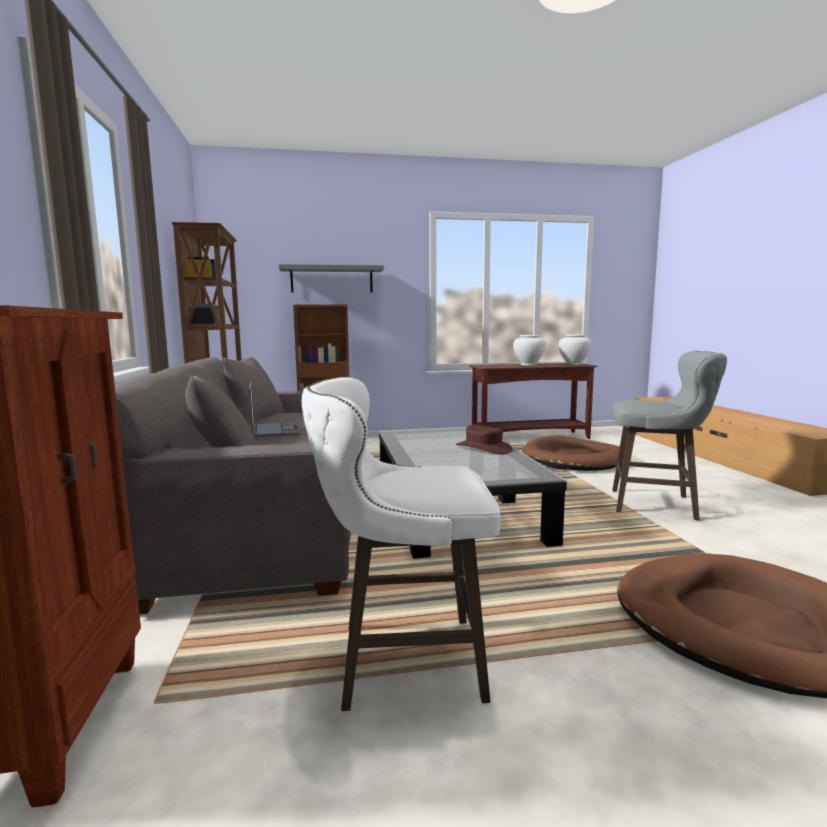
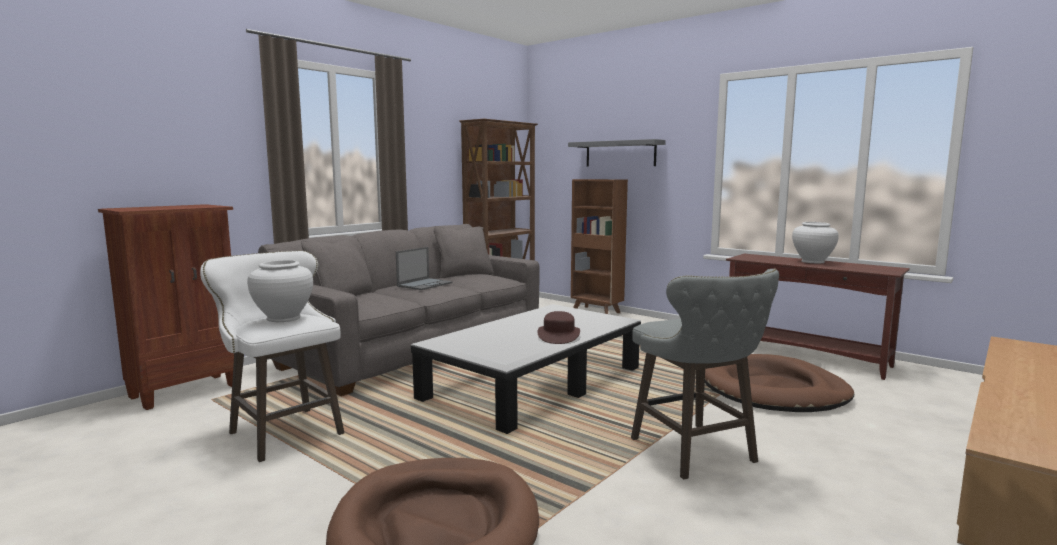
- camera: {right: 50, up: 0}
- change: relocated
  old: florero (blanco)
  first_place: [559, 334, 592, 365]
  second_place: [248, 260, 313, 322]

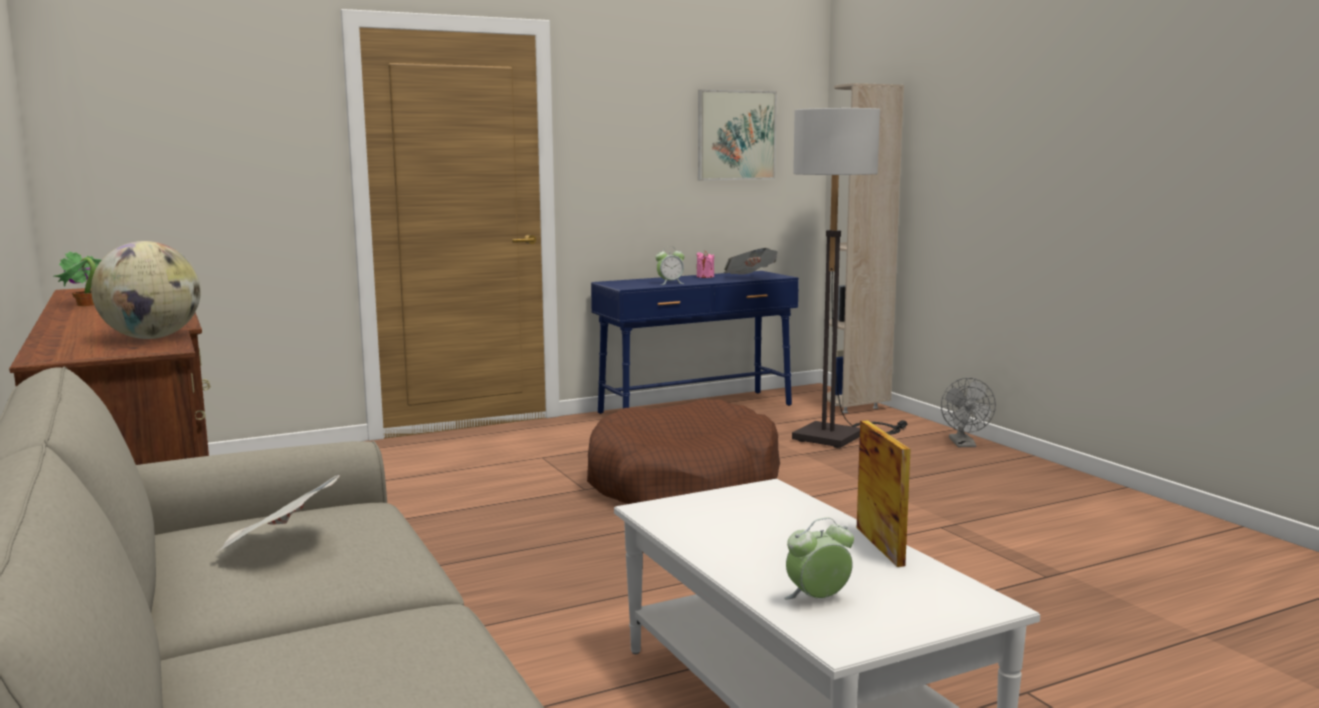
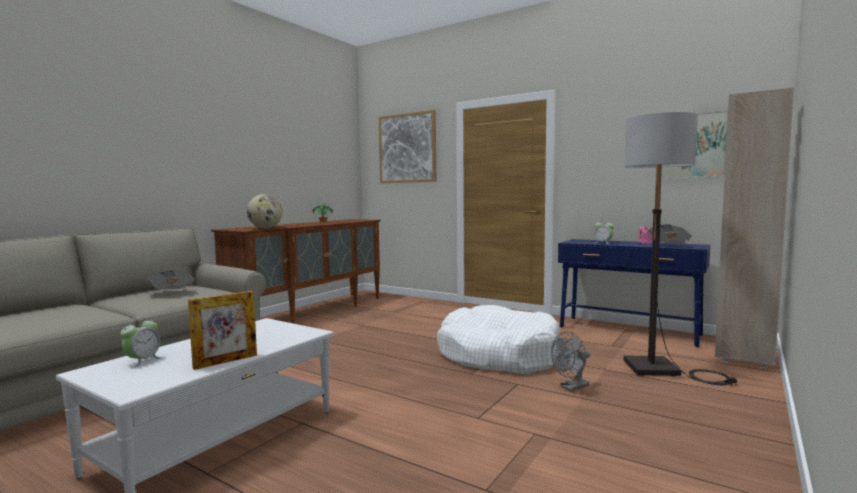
- camera: {right: 60, up: -5}
- change: appeared
  new: cuadro
  second_place: [379, 110, 436, 183]
- change: relocated
  old: ventilador (gris)
  first_place: [941, 378, 996, 447]
  second_place: [551, 332, 590, 391]
- change: colour
  old: cama para perro (marrón)
  new: cama para perro (blanco)
  first_place: [587, 399, 780, 504]
  second_place: [437, 305, 560, 374]
- change: spun
  old: despertador
  first_place: [784, 518, 854, 599]
  second_place: [120, 317, 162, 367]
  degrees: 75

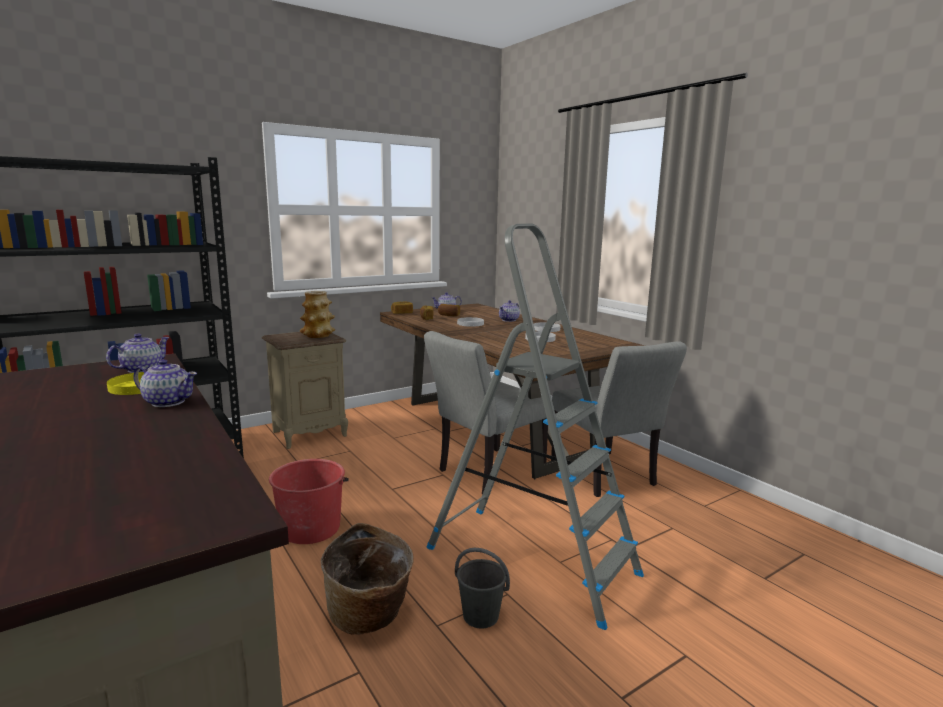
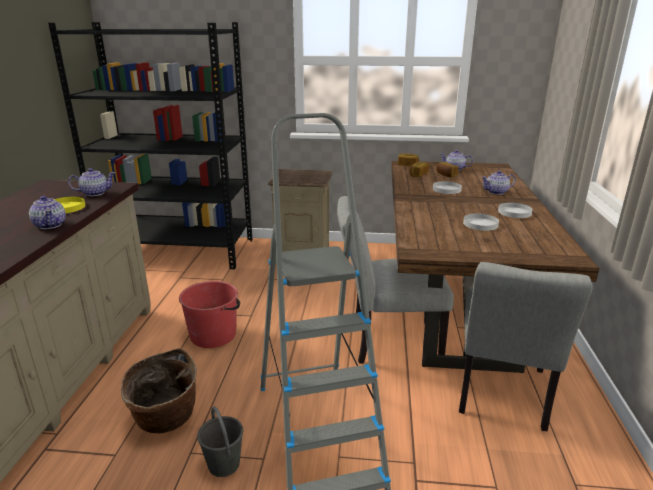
- camera: {right: 40, up: 10}
- change: missing
  old: florero
  first_place: [300, 291, 335, 338]

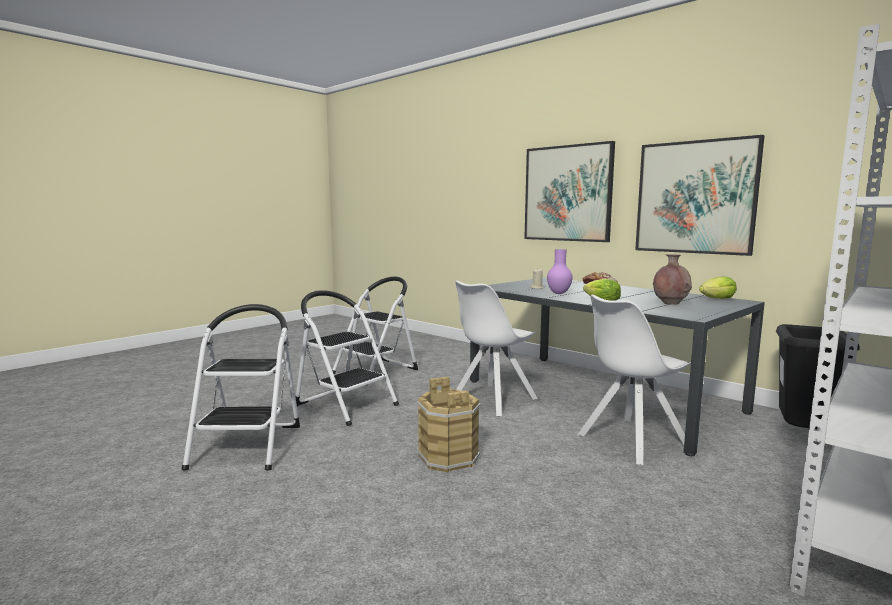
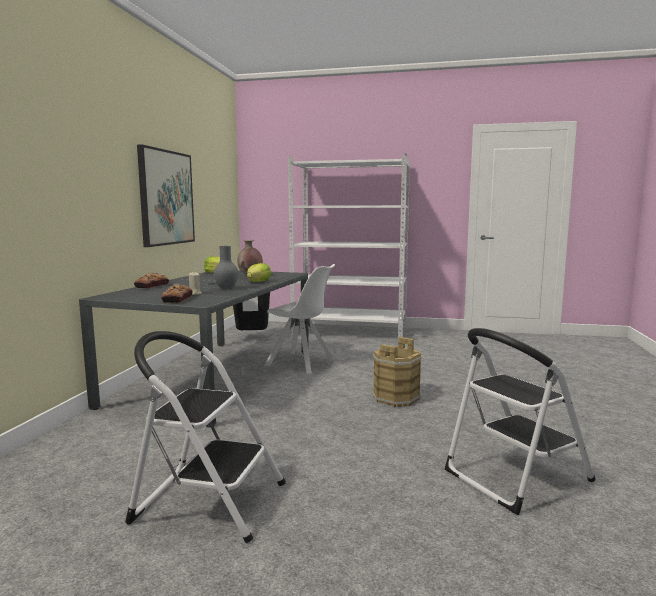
- camera: {right: -120, up: 0}
- change: missing
  old: escalera de tijera
  first_place: [295, 290, 399, 426]
- change: missing
  old: silla (blanco)
  first_place: [455, 280, 538, 416]
- change: missing
  old: cuadro
  first_place: [524, 141, 615, 242]
- change: appeared
  new: pan
  second_place: [161, 283, 193, 303]
- change: colour
  old: florero (morado)
  new: florero (gris)
  first_place: [547, 249, 573, 294]
  second_place: [214, 246, 238, 290]

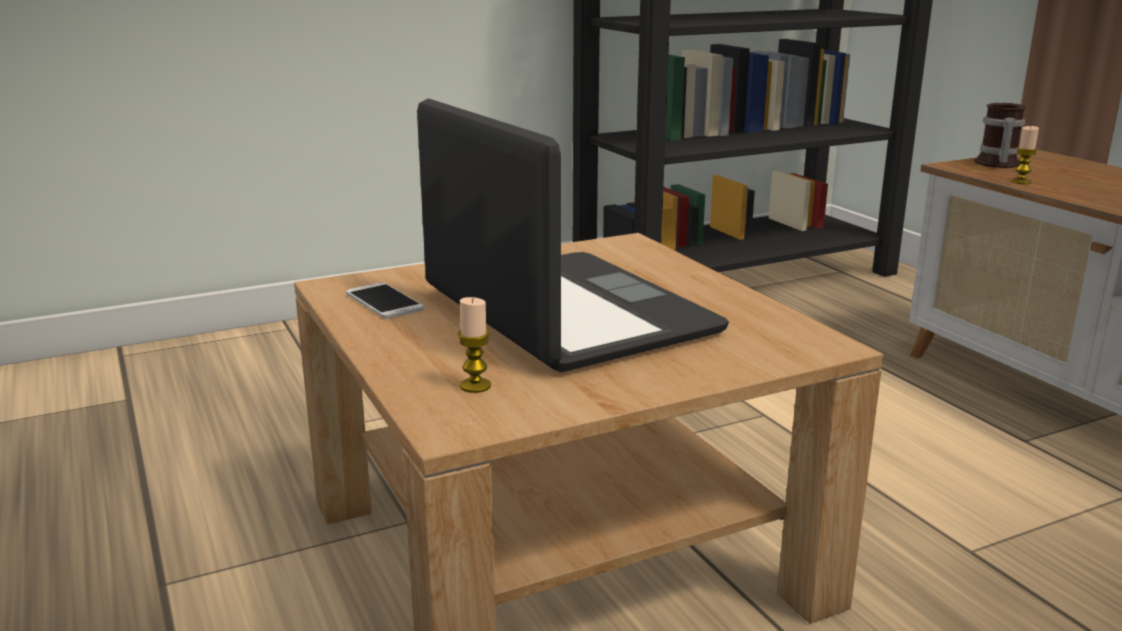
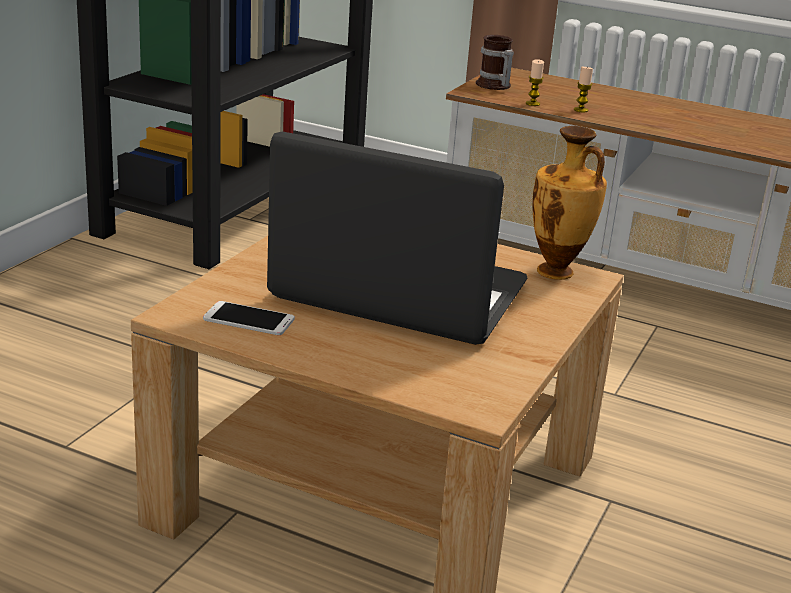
- camera: {right: -40, up: 5}
- change: appeared
  new: florero
  second_place: [532, 126, 607, 280]
- change: relocated
  old: vela
  first_place: [458, 297, 491, 393]
  second_place: [574, 66, 593, 113]

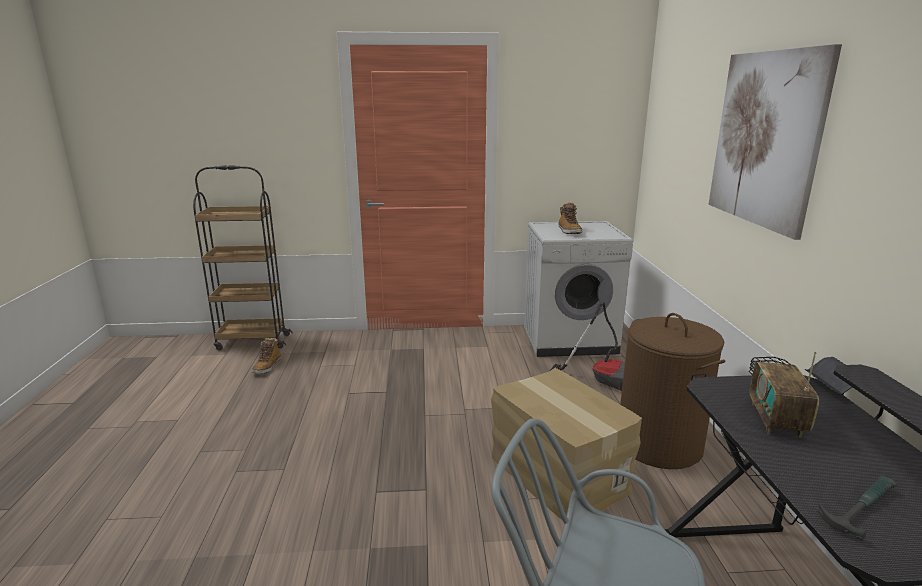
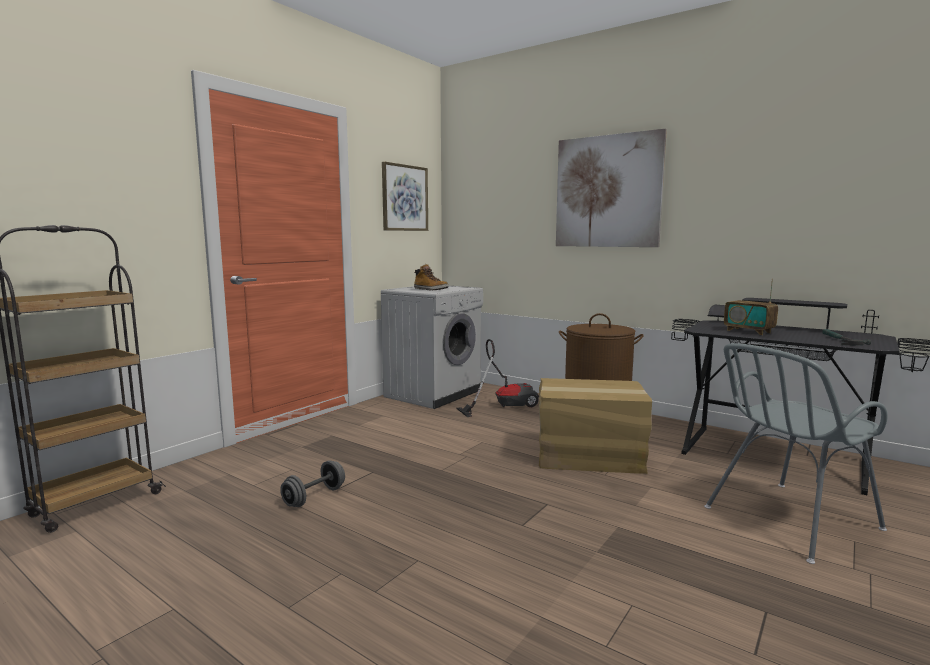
- camera: {right: -50, up: -10}
- change: missing
  old: bota
  first_place: [252, 338, 281, 374]
- change: appeared
  new: mancuerna (gris)
  second_place: [280, 460, 345, 507]
- change: appeared
  new: cuadro
  second_place: [382, 162, 428, 231]

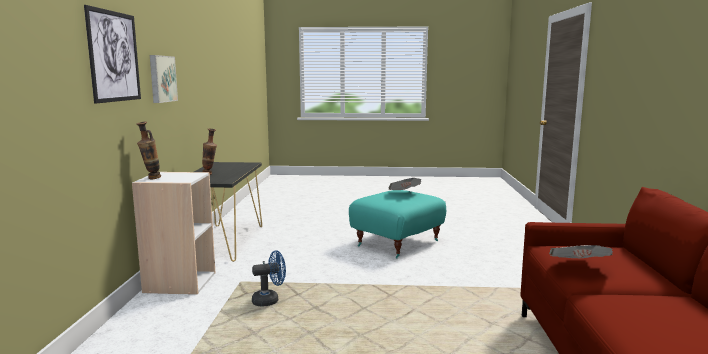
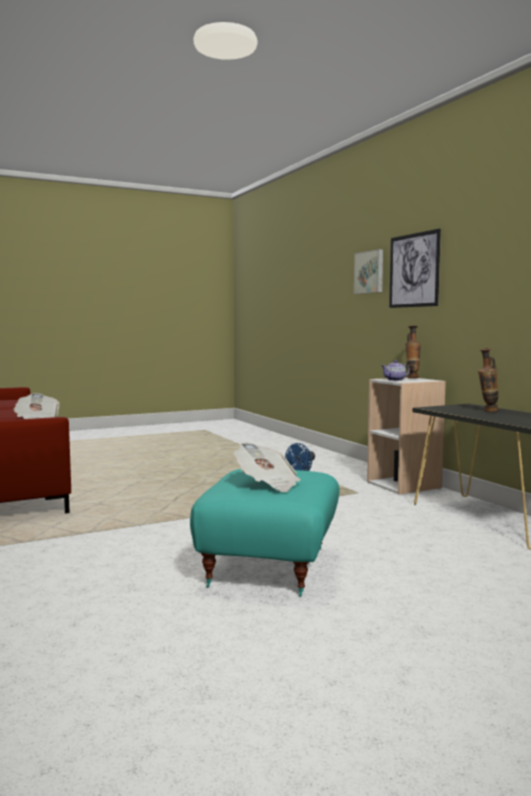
- camera: {right: 150, up: -5}
- change: appeared
  new: tetera
  second_place: [381, 360, 410, 381]
- change: relocated
  old: cuadro
  first_place: [150, 55, 178, 103]
  second_place: [354, 249, 383, 294]

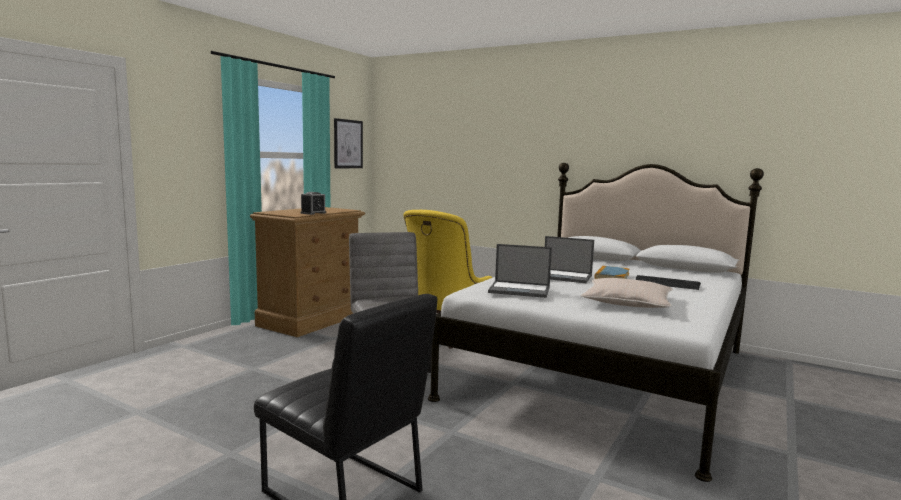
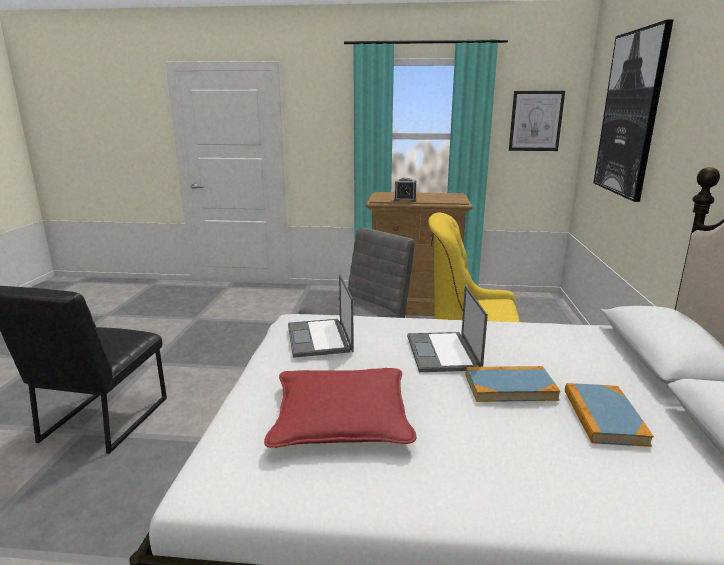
- camera: {right: 65, up: 10}
- change: missing
  old: teclado
  first_place: [635, 275, 701, 290]
- change: appeared
  new: libro
  second_place: [565, 383, 654, 447]
- change: appeared
  new: cuadro
  second_place: [593, 20, 673, 202]
- change: colour
  old: cojín (beis)
  new: cojín (rojo)
  first_place: [581, 278, 673, 308]
  second_place: [264, 368, 417, 448]

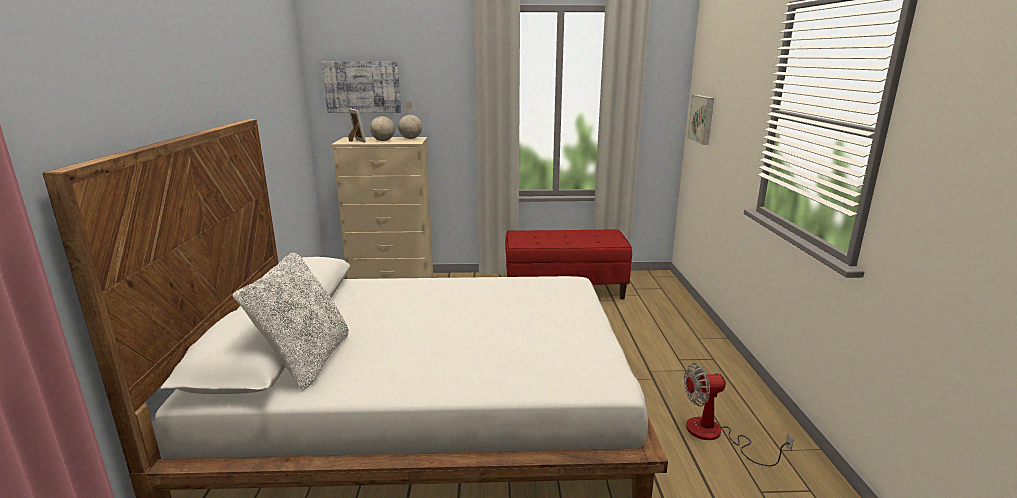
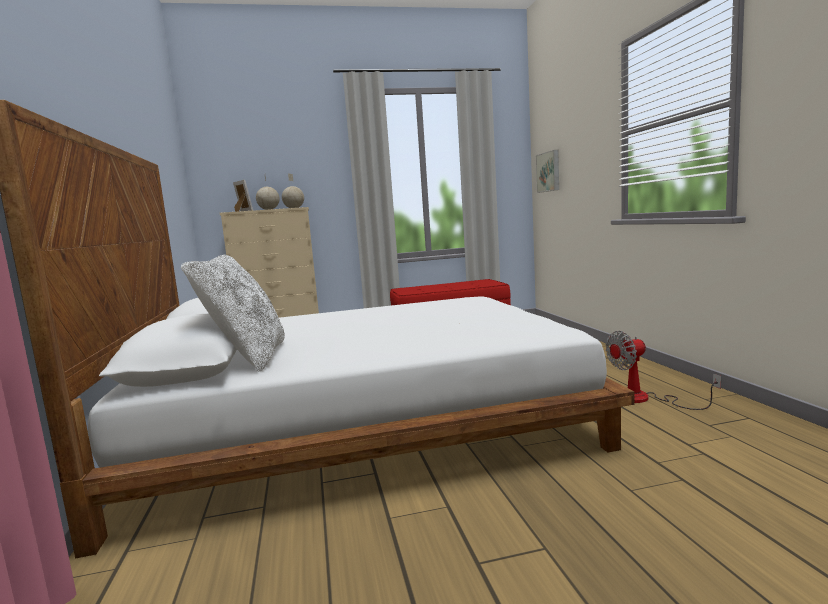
- camera: {right: -10, up: -10}
- change: missing
  old: cuadro
  first_place: [322, 61, 401, 113]

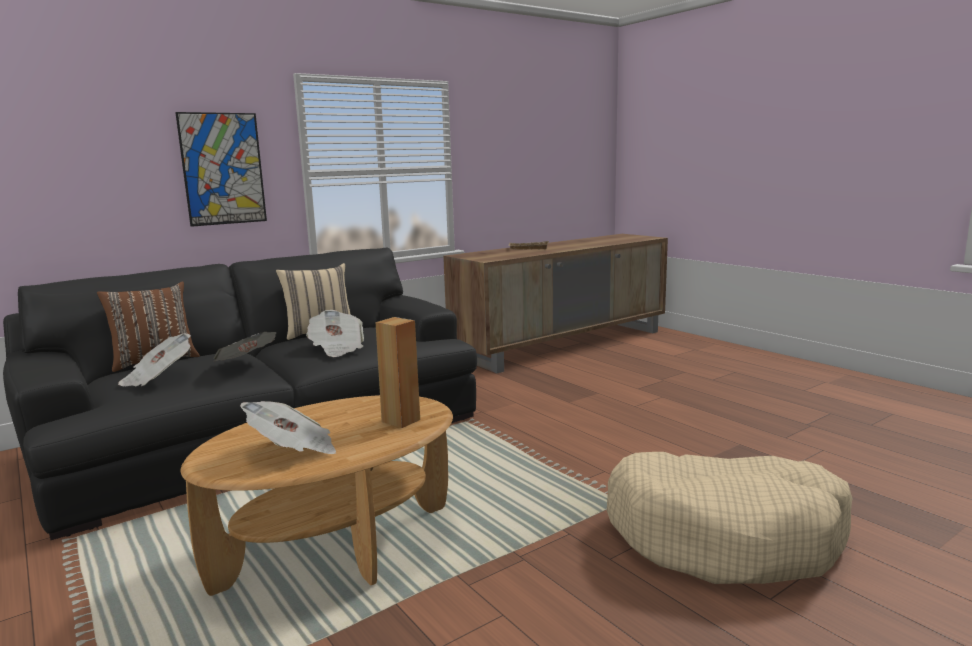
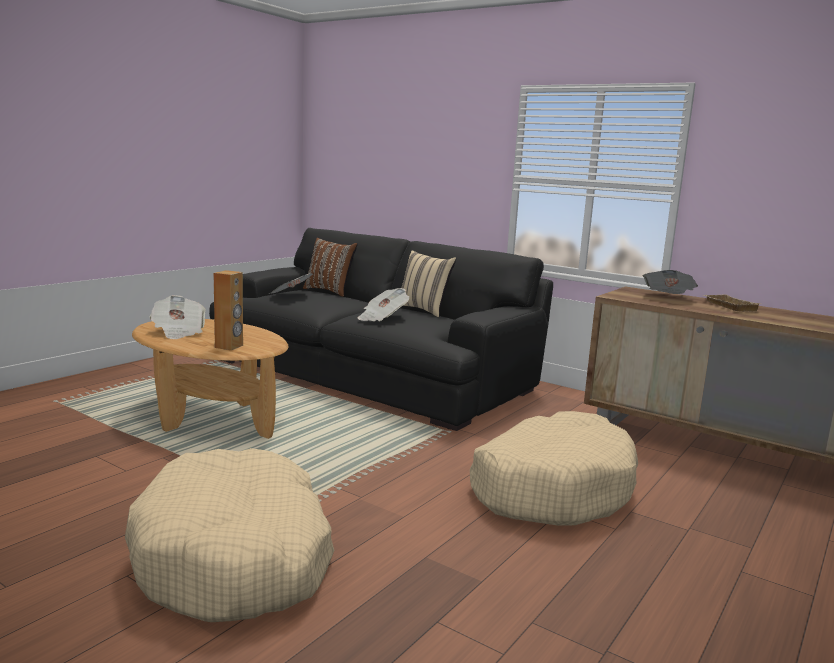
- camera: {right: 70, up: 0}
- change: missing
  old: cuadro
  first_place: [175, 112, 267, 227]
- change: appeared
  new: cama para perro (beis)
  second_place: [470, 411, 638, 526]
- change: relocated
  old: periódico
  first_place: [214, 332, 276, 361]
  second_place: [643, 270, 698, 294]

